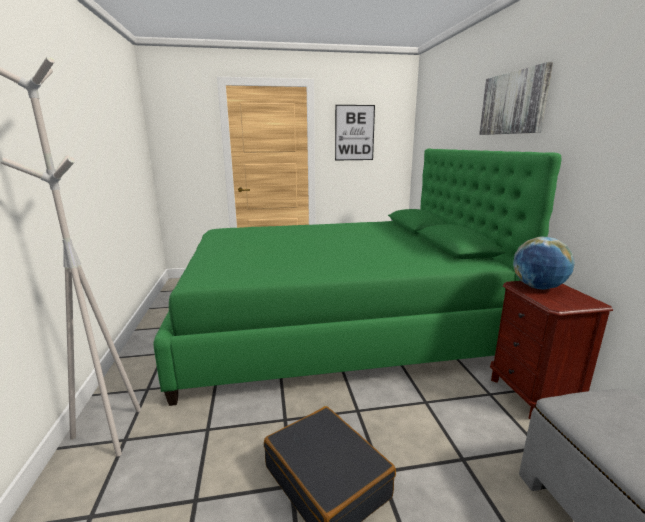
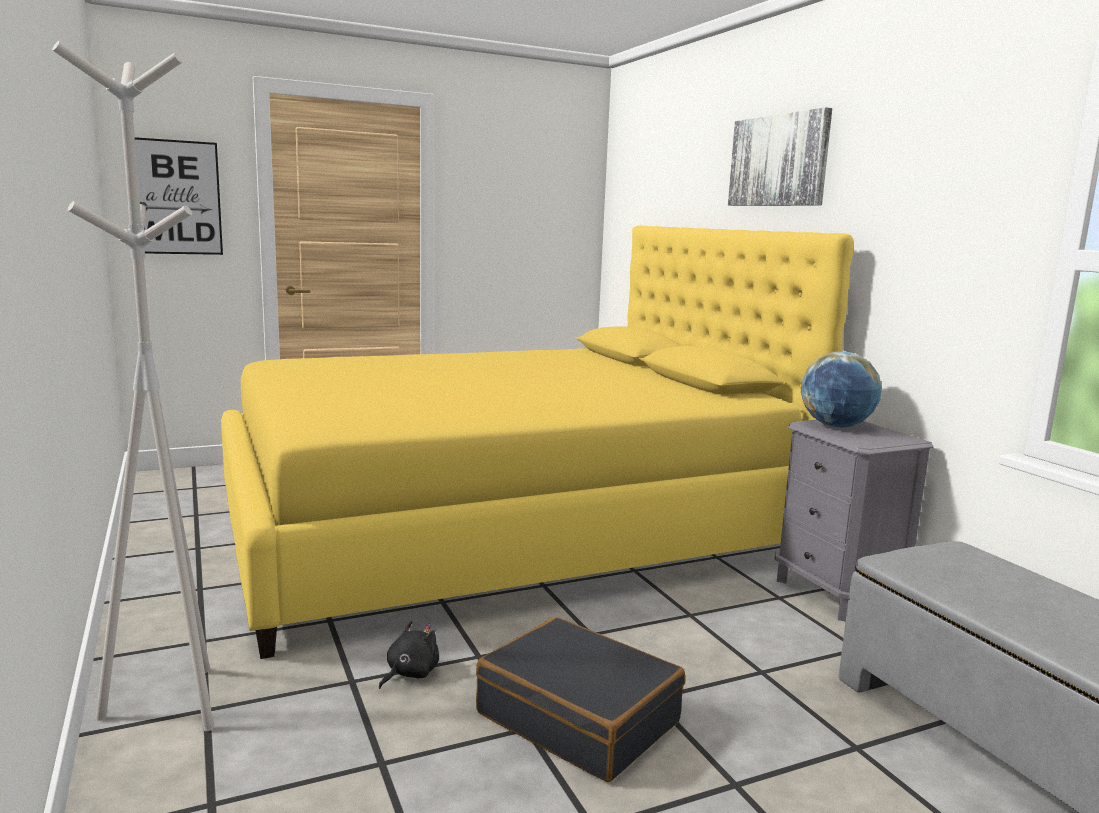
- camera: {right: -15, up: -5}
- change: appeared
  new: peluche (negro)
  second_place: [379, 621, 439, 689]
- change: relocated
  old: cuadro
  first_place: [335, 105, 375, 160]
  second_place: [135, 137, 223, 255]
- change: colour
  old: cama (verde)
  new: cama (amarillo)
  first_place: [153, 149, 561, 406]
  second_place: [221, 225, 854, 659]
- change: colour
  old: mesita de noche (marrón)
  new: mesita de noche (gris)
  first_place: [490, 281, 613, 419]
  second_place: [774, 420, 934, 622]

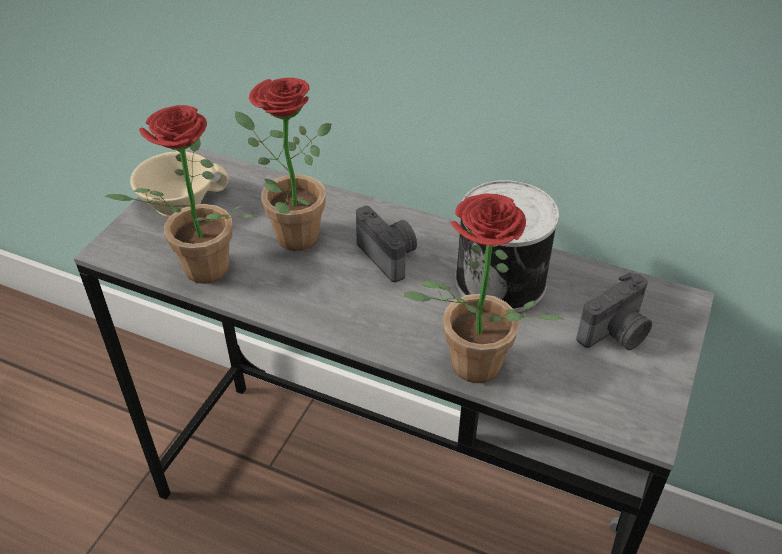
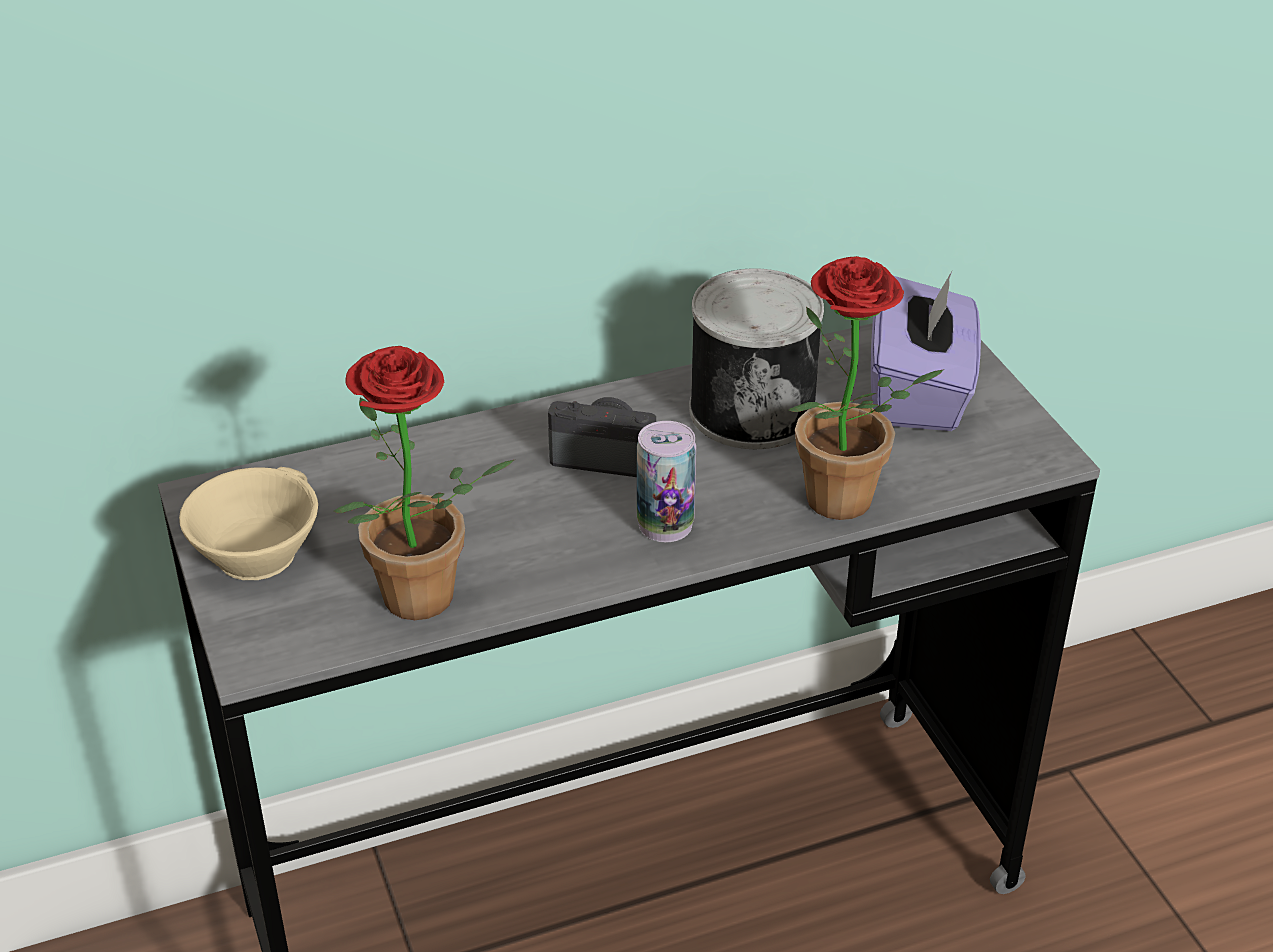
- camera: {right: -45, up: -5}
- change: missing
  old: planta en maceta
  first_place: [235, 78, 332, 251]
- change: appeared
  new: lata
  second_place: [637, 421, 696, 542]
- change: exchanged
  old: cámara
  new: caja de pañuelos (morado)
  first_place: [576, 272, 652, 350]
  second_place: [871, 270, 981, 431]

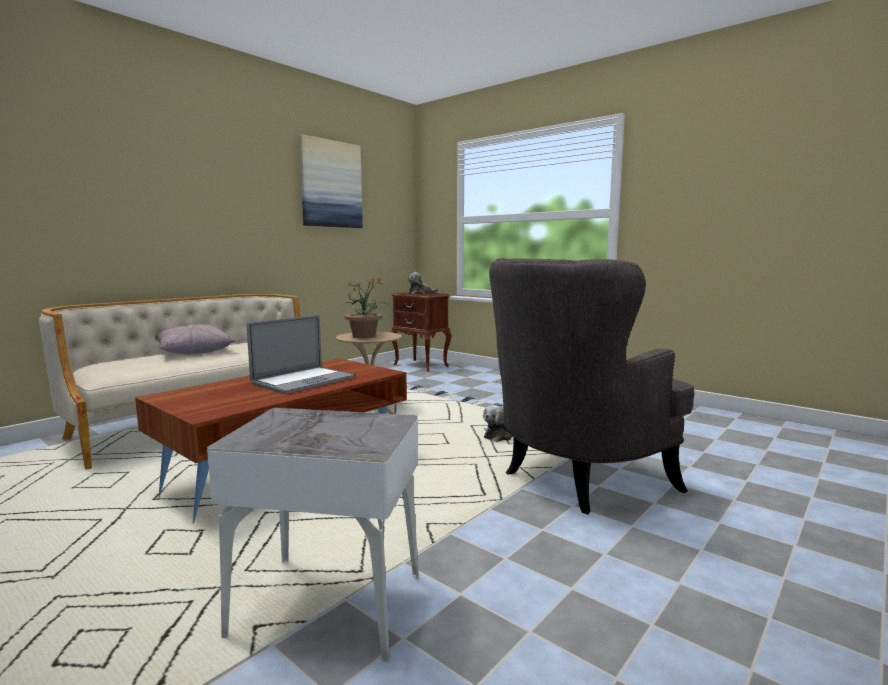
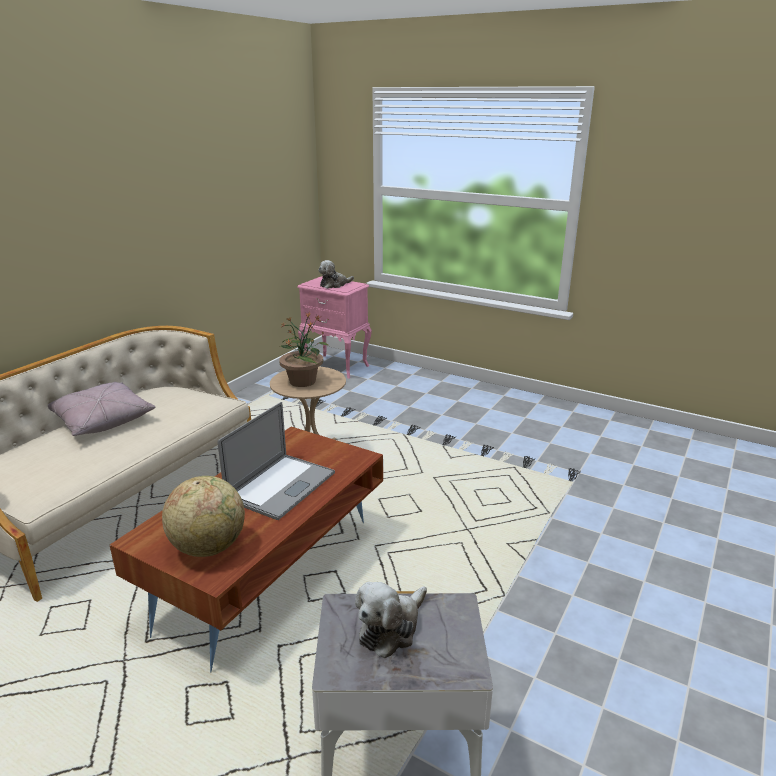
- camera: {right: -10, up: 15}
- change: missing
  old: cuadro
  first_place: [299, 134, 363, 228]
- change: missing
  old: sillón (gris)
  first_place: [489, 258, 694, 514]
- change: appeared
  new: globo terráqueo
  second_place: [162, 476, 245, 557]
- change: relocated
  old: peluche
  first_place: [483, 405, 513, 442]
  second_place: [355, 582, 427, 658]
- change: colour
  old: mesita de noche (marrón)
  new: mesita de noche (rosa)
  first_place: [391, 292, 451, 372]
  second_place: [297, 276, 372, 379]

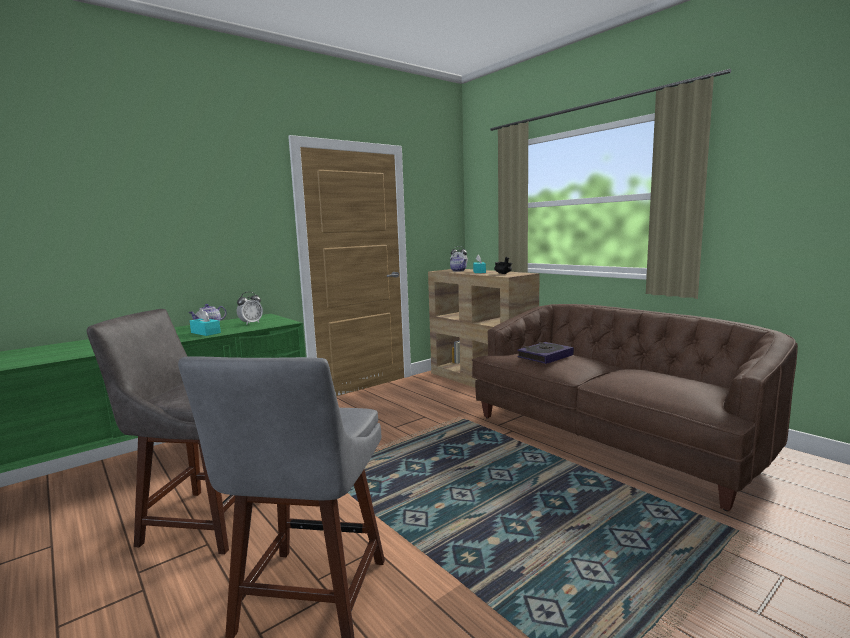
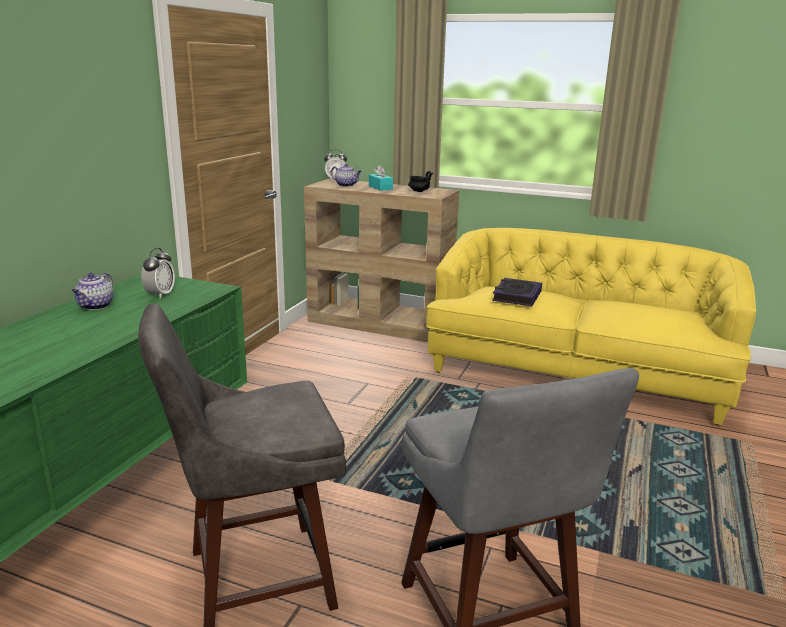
- camera: {right: -30, up: 10}
- change: missing
  old: caja de pañuelos (turquesa)
  first_place: [190, 309, 221, 336]
- change: colour
  old: sofá (marrón)
  new: sofá (amarillo)
  first_place: [472, 304, 798, 511]
  second_place: [426, 228, 756, 426]

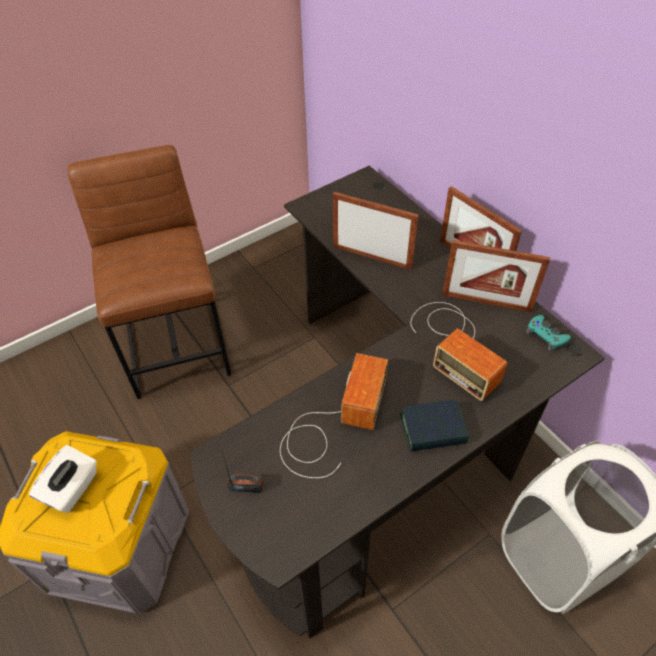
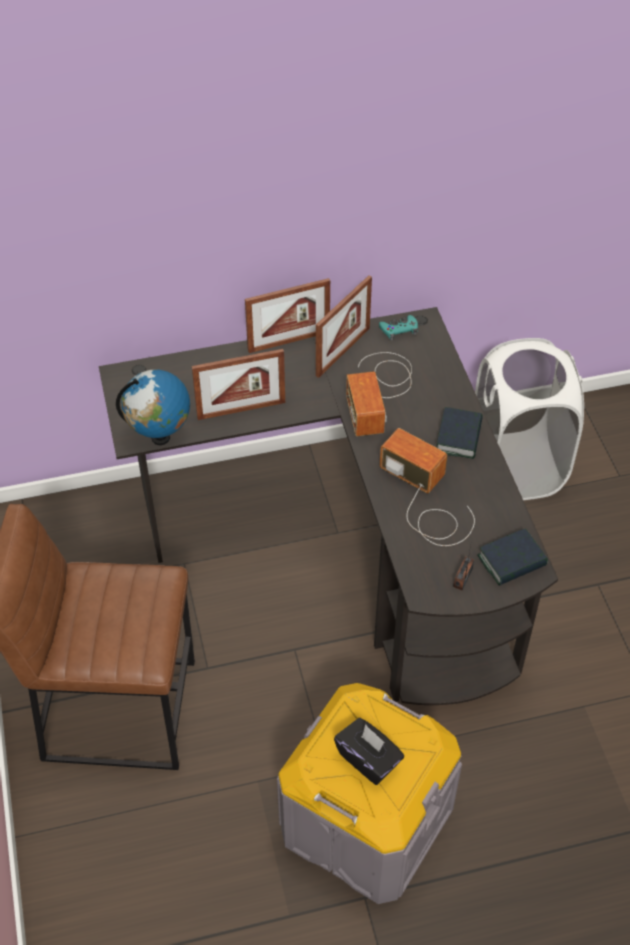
- camera: {right: -70, up: 0}
- change: appeared
  new: globo terráqueo
  second_place: [116, 369, 190, 445]
- change: appeared
  new: libro
  second_place: [477, 528, 548, 586]
- change: colour
  old: caja de pañuelos (blanco)
  new: caja de pañuelos (negro)
  first_place: [29, 445, 97, 513]
  second_place: [334, 718, 404, 785]
- change: spun
  old: portarretratos
  first_place: [333, 192, 419, 270]
  second_place: [192, 349, 285, 420]
  degrees: -150
- change: spun
  old: radio
  first_place: [410, 302, 507, 401]
  second_place: [346, 352, 412, 436]
  degrees: 105

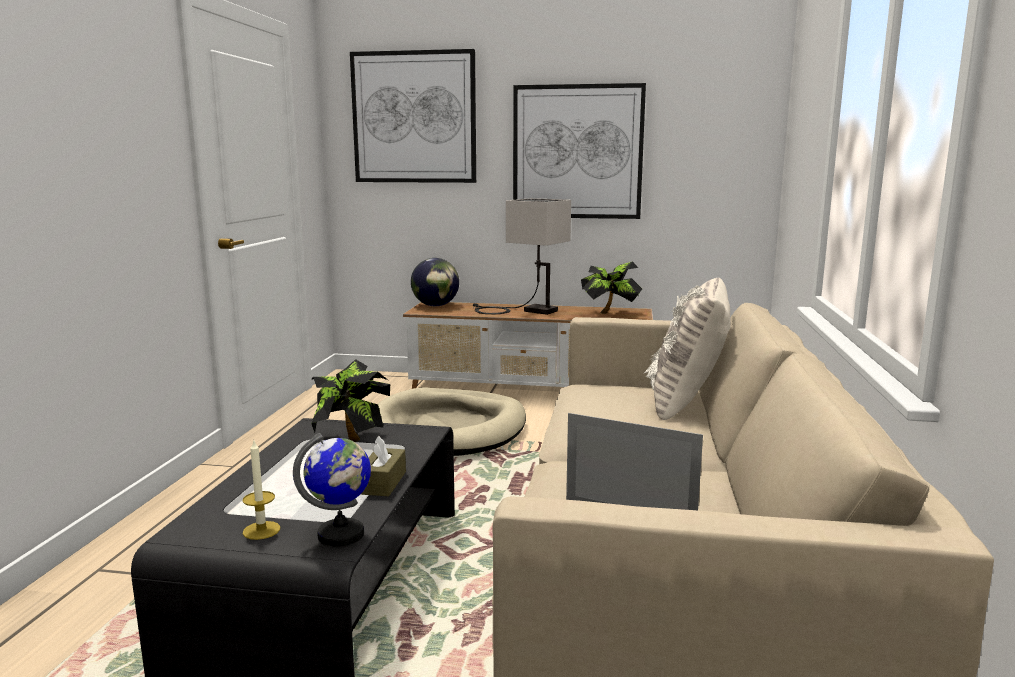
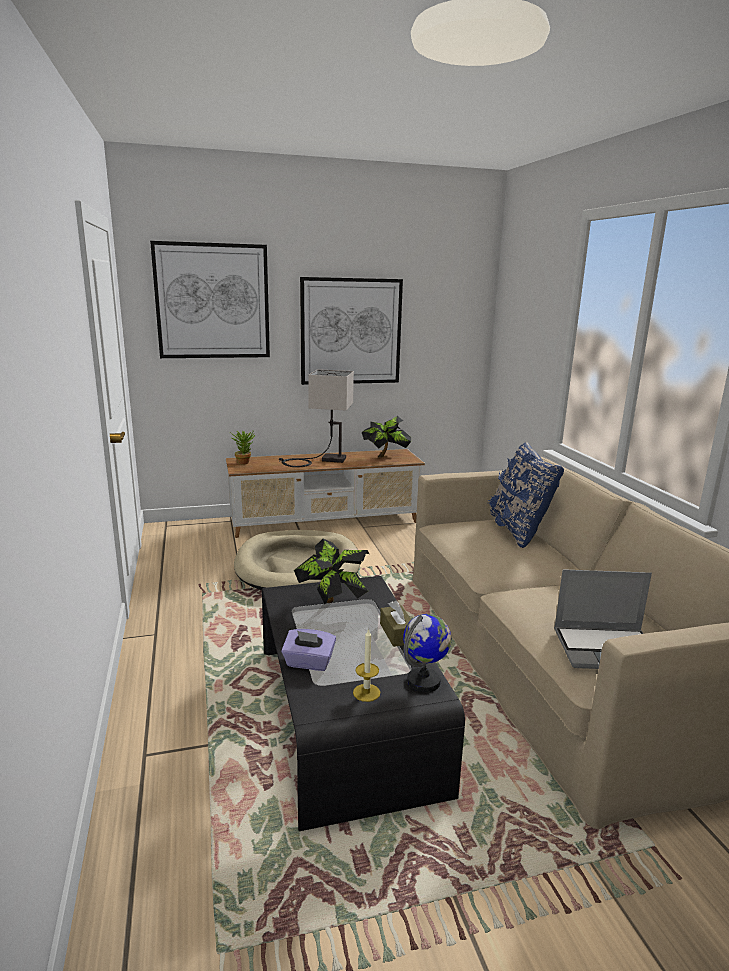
- camera: {right: -25, up: 5}
- change: appeared
  new: caja de pañuelos (morado)
  second_place: [281, 629, 336, 671]
- change: exchanged
  old: globo terráqueo
  new: planta en maceta
  first_place: [411, 258, 459, 306]
  second_place: [230, 431, 255, 465]
- change: colour
  old: cojín (beis)
  new: cojín (azul)
  first_place: [643, 278, 731, 420]
  second_place: [488, 442, 564, 548]

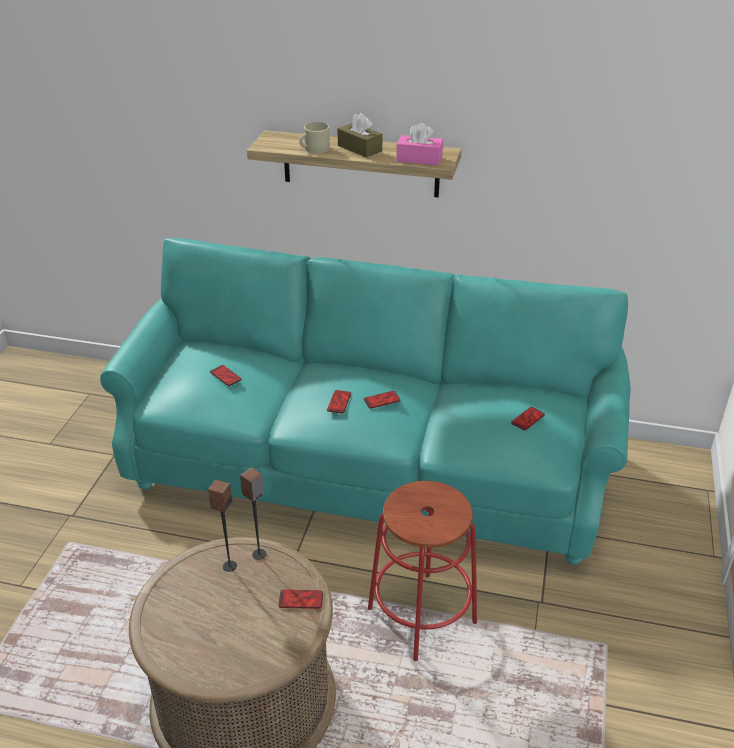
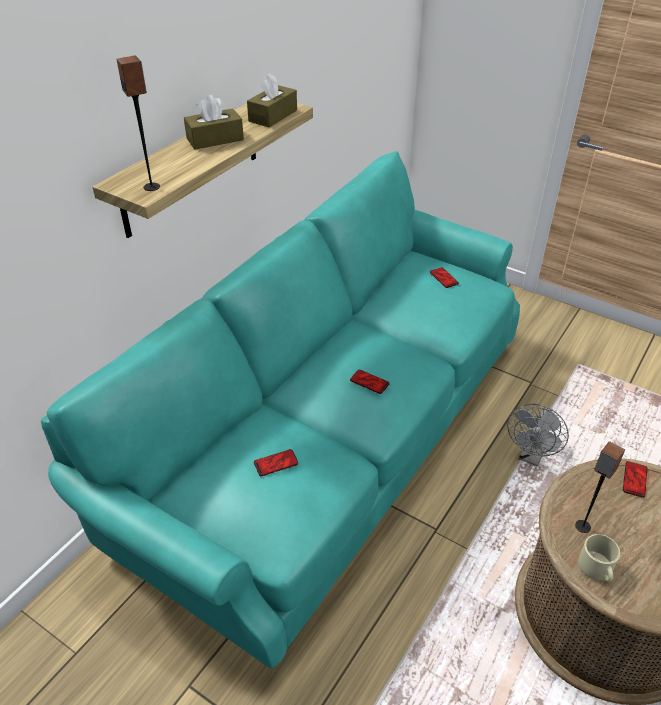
- camera: {right: -70, up: 5}
- change: missing
  old: móvil
  first_place: [364, 391, 400, 409]
- change: relocated
  old: altavoz
  first_place: [240, 467, 266, 560]
  second_place: [117, 56, 160, 191]
- change: relocated
  old: taza grande (beis)
  first_place: [299, 122, 330, 154]
  second_place: [578, 534, 620, 582]
- change: exchanged
  old: taburete (rojo)
  new: ventilador (gris)
  first_place: [368, 481, 477, 661]
  second_place: [507, 404, 569, 466]
- change: colour
  old: caja de pañuelos (rosa)
  new: caja de pañuelos (marrón)
  first_place: [396, 123, 443, 165]
  second_place: [247, 73, 297, 127]

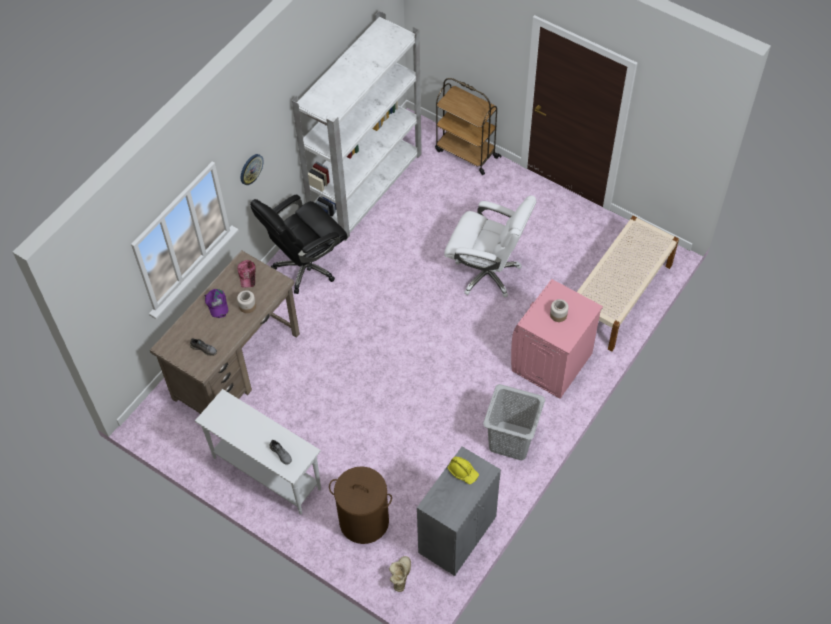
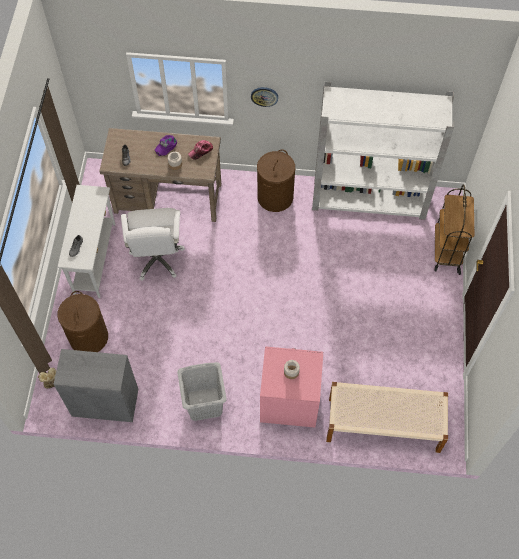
- camera: {right: 60, up: 5}
- change: missing
  old: casco (amarillo)
  first_place: [448, 456, 479, 484]
- change: relocated
  old: silla de oficina (blanco)
  first_place: [444, 196, 537, 298]
  second_place: [121, 208, 185, 281]
- change: exchanged
  old: silla de oficina (negro)
  new: cesto de la ropa (marrón)
  first_place: [250, 195, 348, 294]
  second_place: [257, 149, 296, 212]

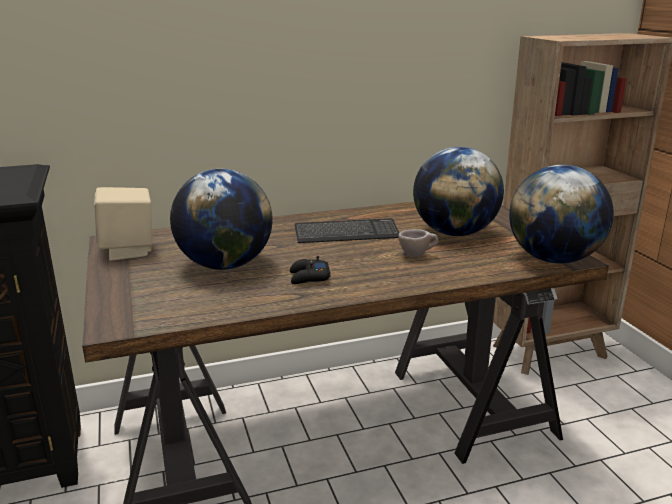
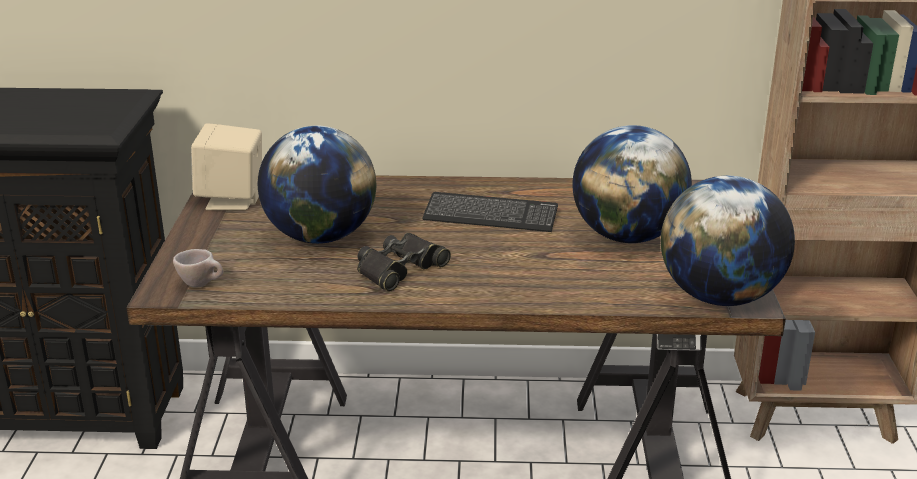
- camera: {right: 20, up: 5}
- change: relocated
  old: taza (beis)
  first_place: [398, 229, 438, 257]
  second_place: [173, 249, 223, 288]
- change: exchanged
  old: mando de consola (negro)
  new: prismáticos (negro)
  first_place: [290, 256, 331, 284]
  second_place: [357, 233, 451, 292]

